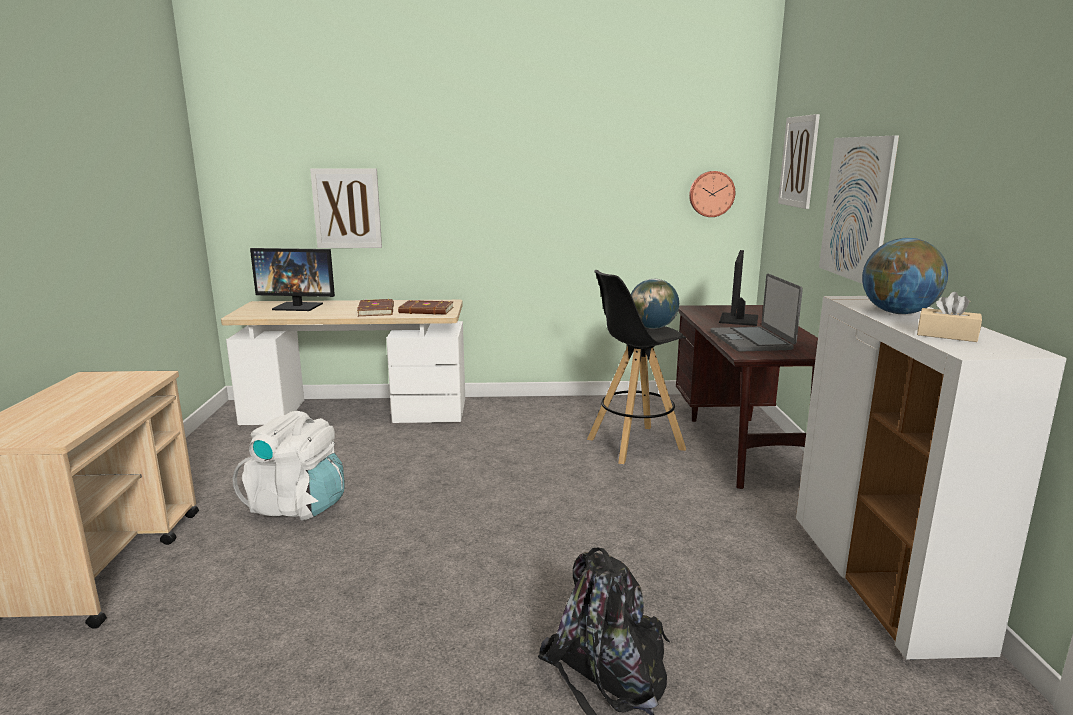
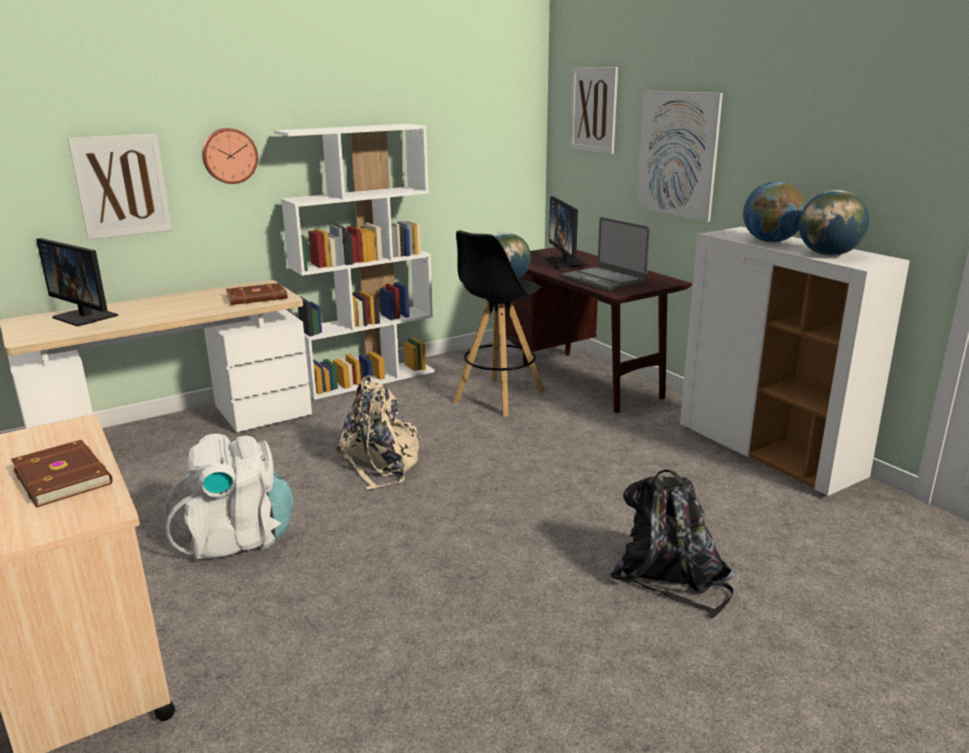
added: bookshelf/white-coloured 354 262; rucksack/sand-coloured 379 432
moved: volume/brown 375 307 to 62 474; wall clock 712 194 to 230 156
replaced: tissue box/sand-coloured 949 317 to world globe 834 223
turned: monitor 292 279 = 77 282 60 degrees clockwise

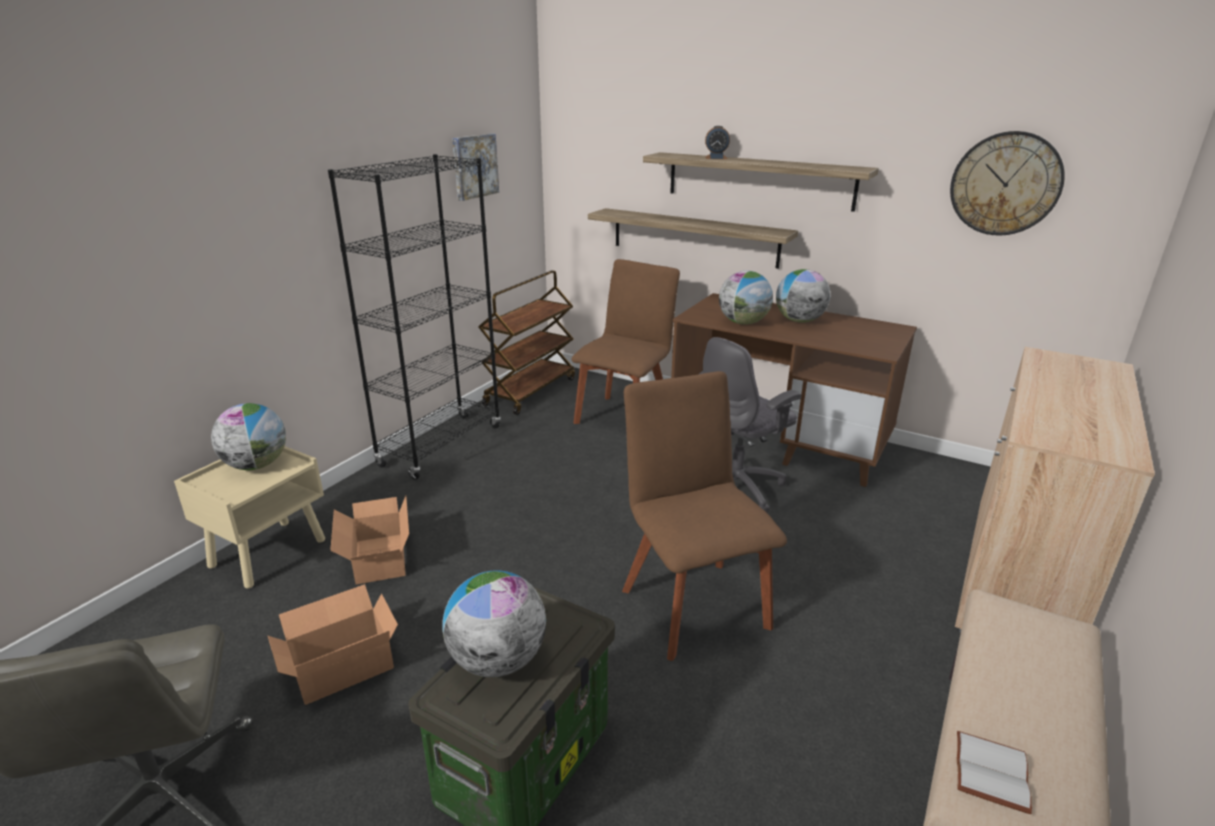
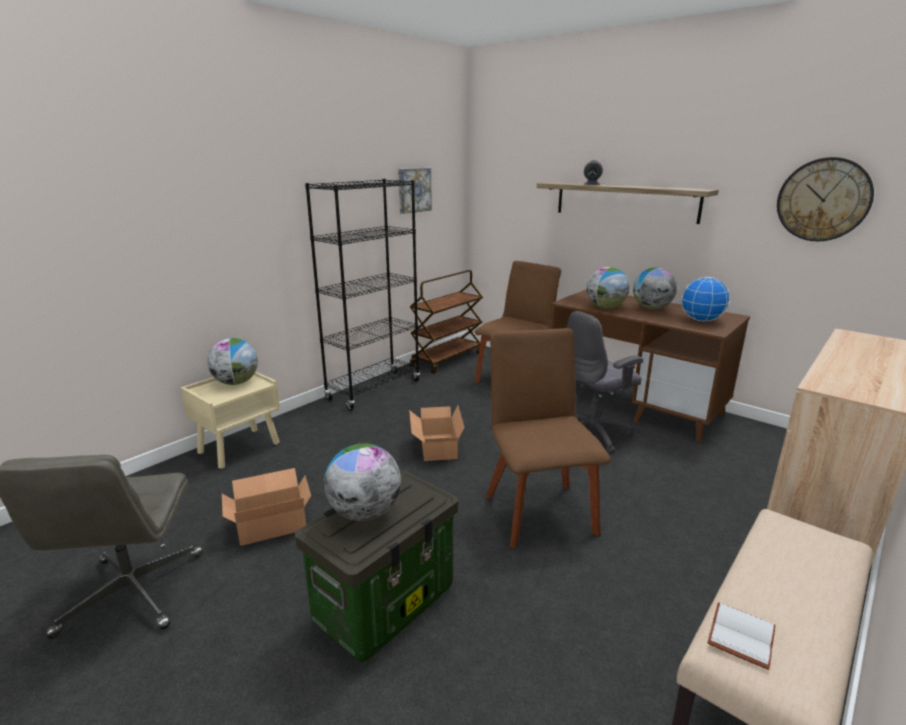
removed: shelf 693 238
added: world globe 705 299
moved: carton 369 540 to 437 433

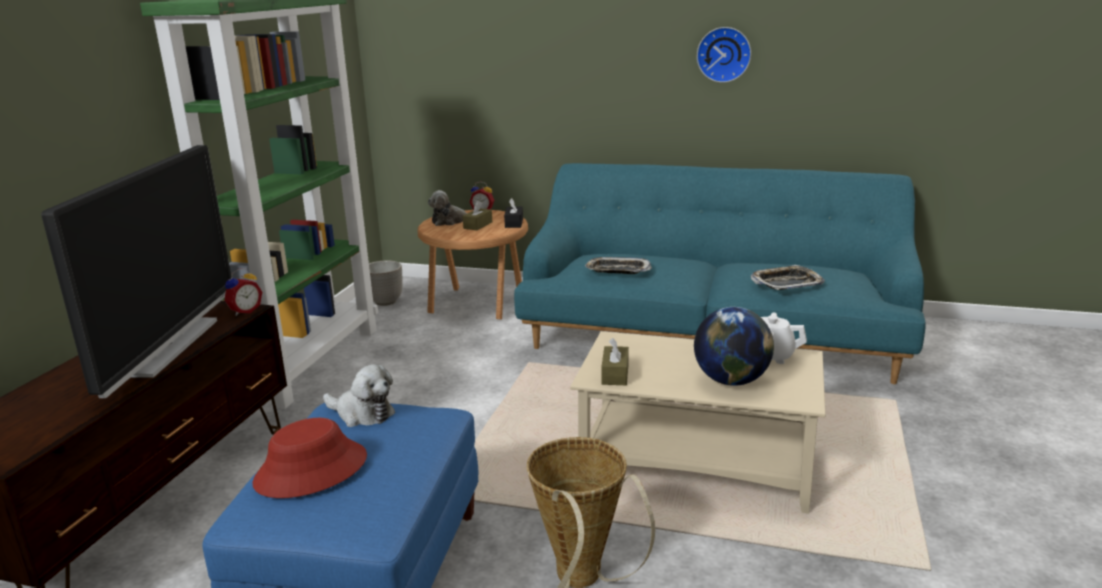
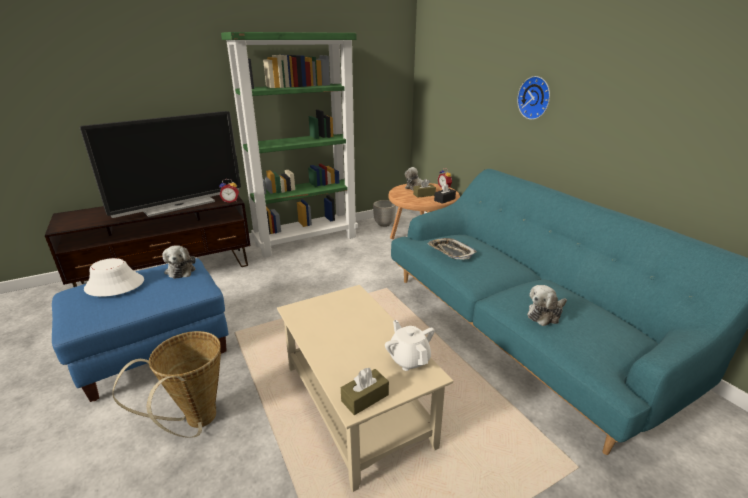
removed: world globe 734 346
moved: tissue box/brown 615 361 to 365 391; wall clock 724 55 to 533 98
replaced: serving tray 788 277 to cuddly toy 547 305
recoloured: clothing hat/reddish 309 458 to clothing hat/white-coloured 114 277

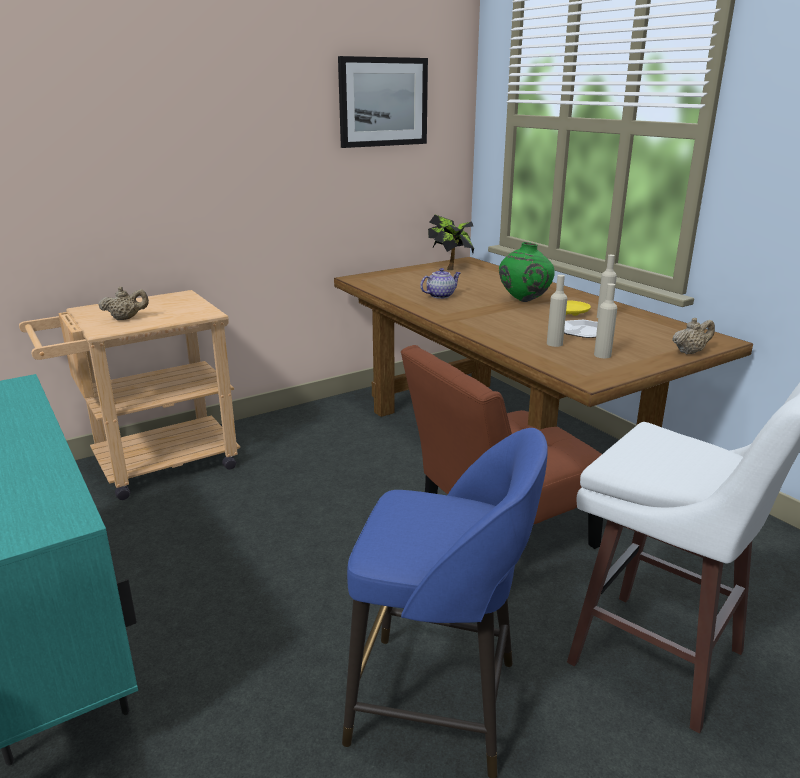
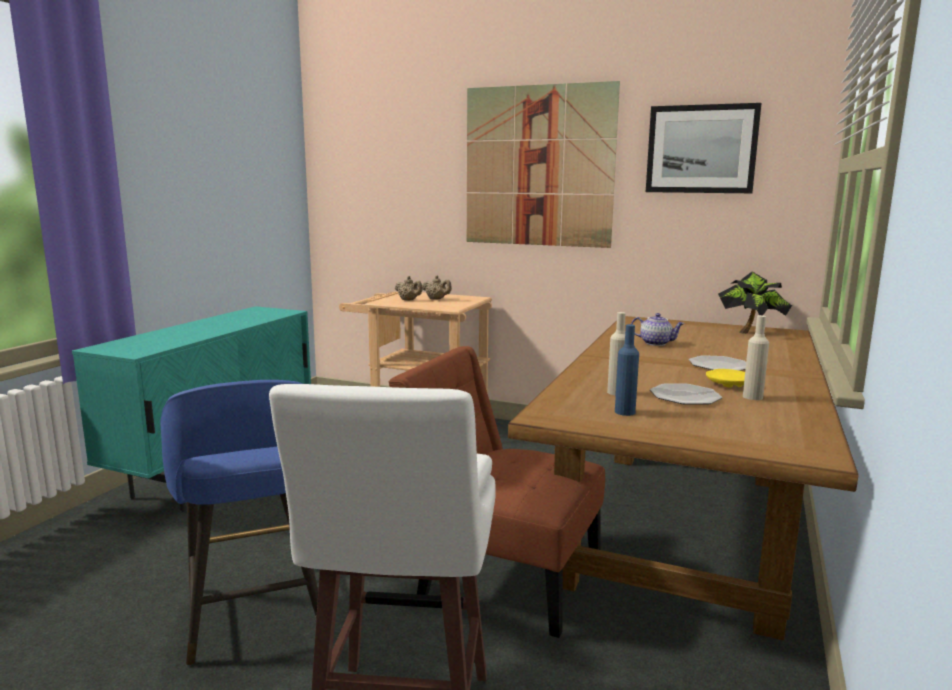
added: picture 543 164
moved: tea pot/sand-coloured 693 336 to 437 287
replaced: decorative vase/greenish 527 272 to dinner plate 717 363
recoloured: bottle/sand-coloured 605 320 to bottle/bluish 627 370

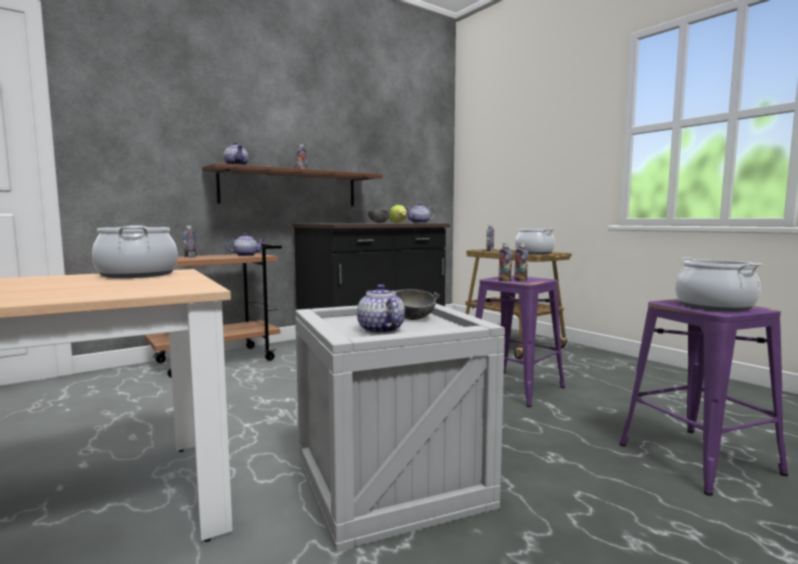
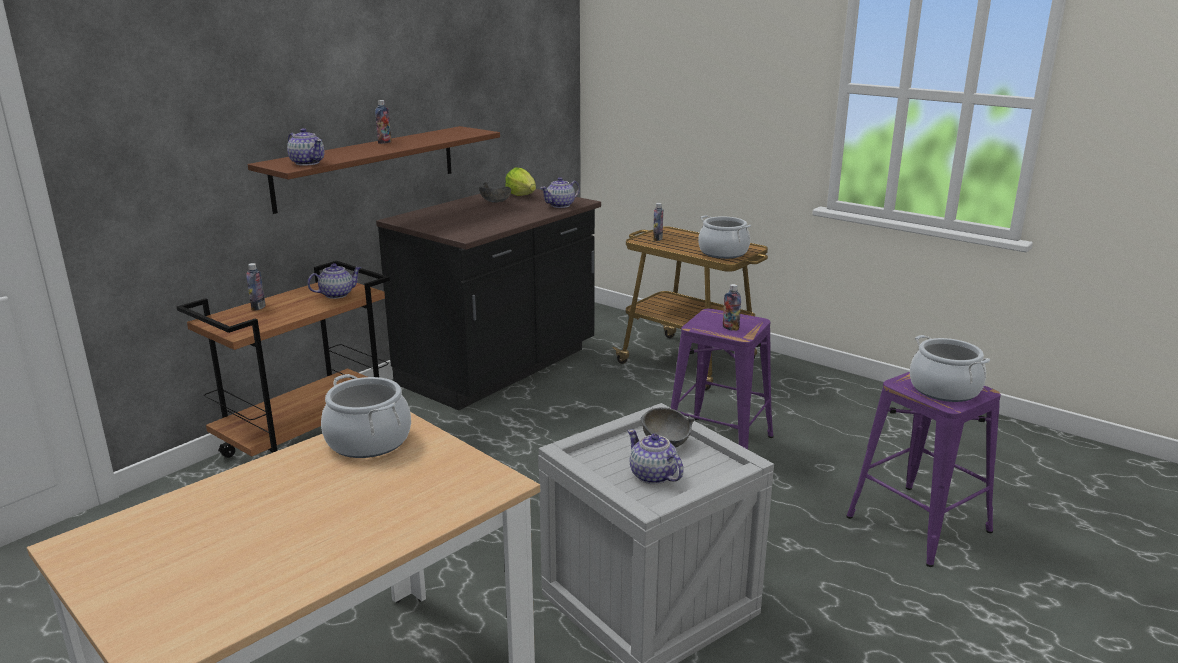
removed: bottle 505 262

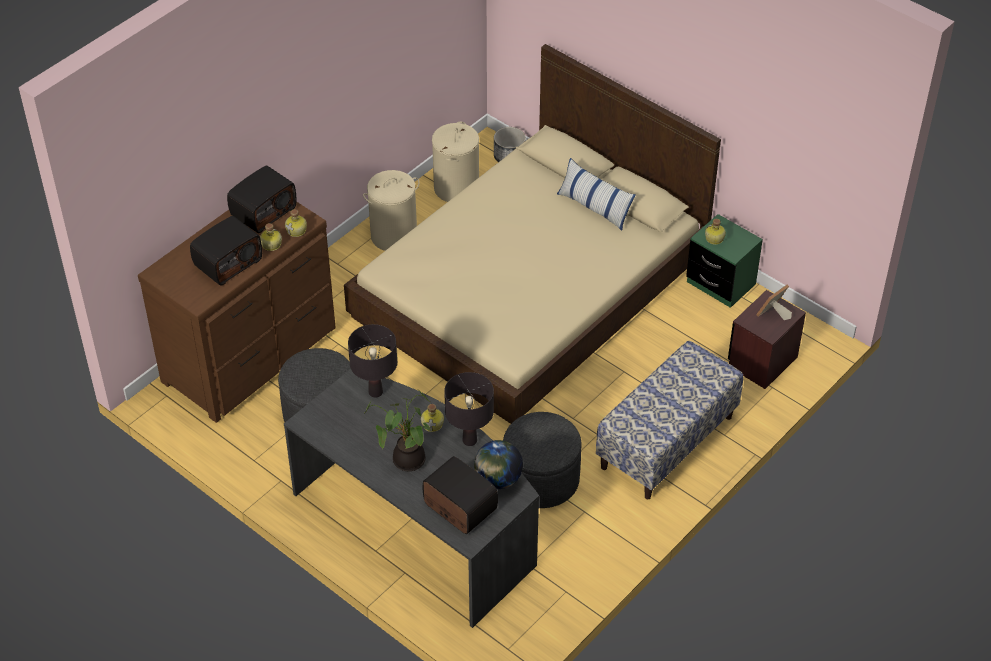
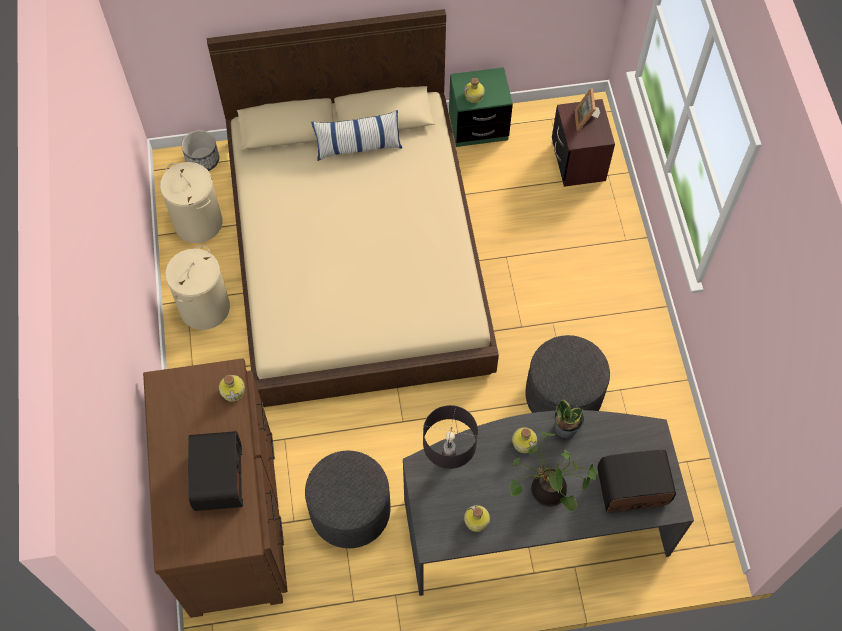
removed: radio set 261 199; world globe 498 464; long seat 669 419
moved: bottle 271 237 to 477 518
replaced: tabletop lamp/black-coloured 469 409 to houseplant 569 419

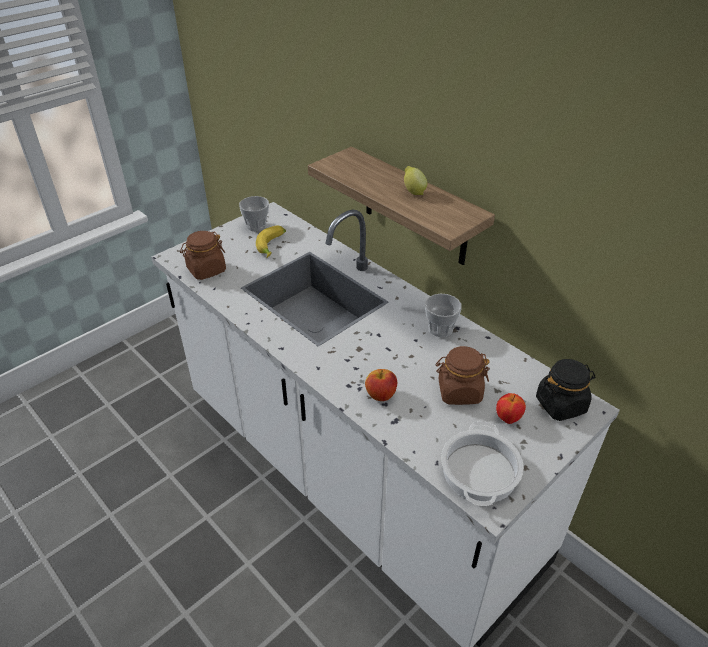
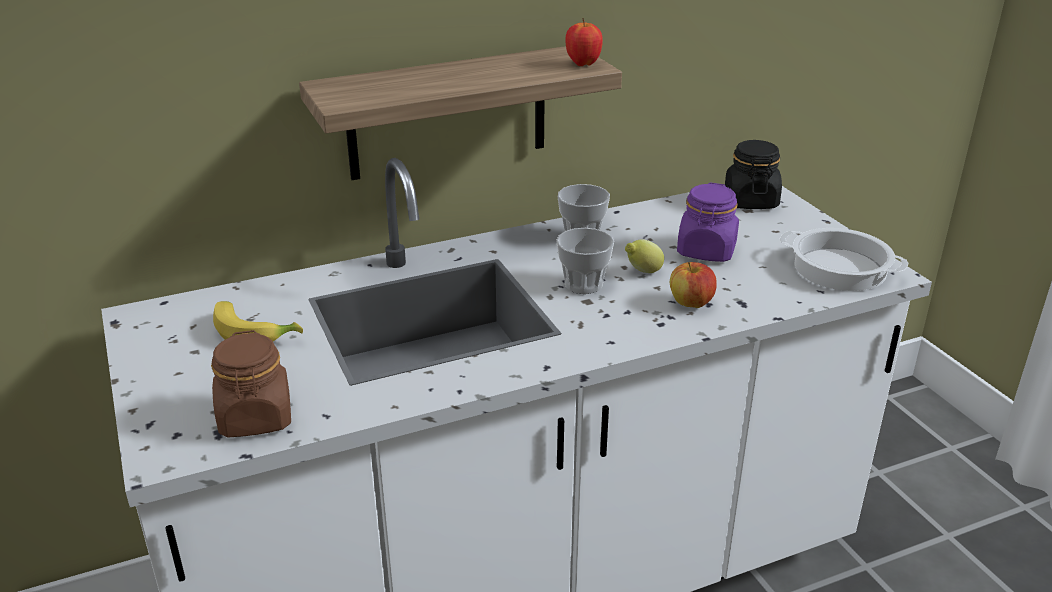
moved: drinking cup 254 213 to 585 261; apple 511 408 to 584 42; citrus fruit 415 180 to 644 256
recoloured: jar/brown 462 375 to jar/purplish 708 222

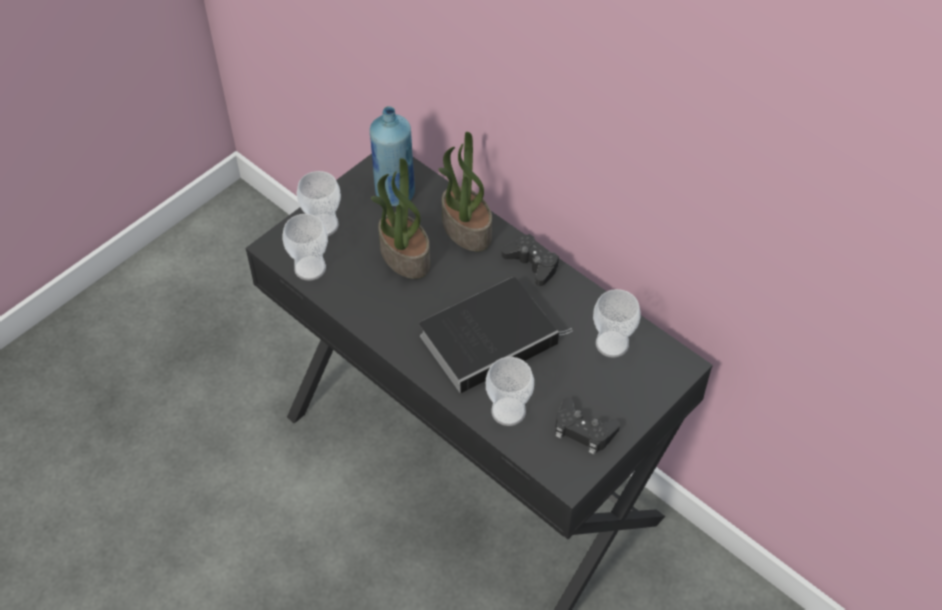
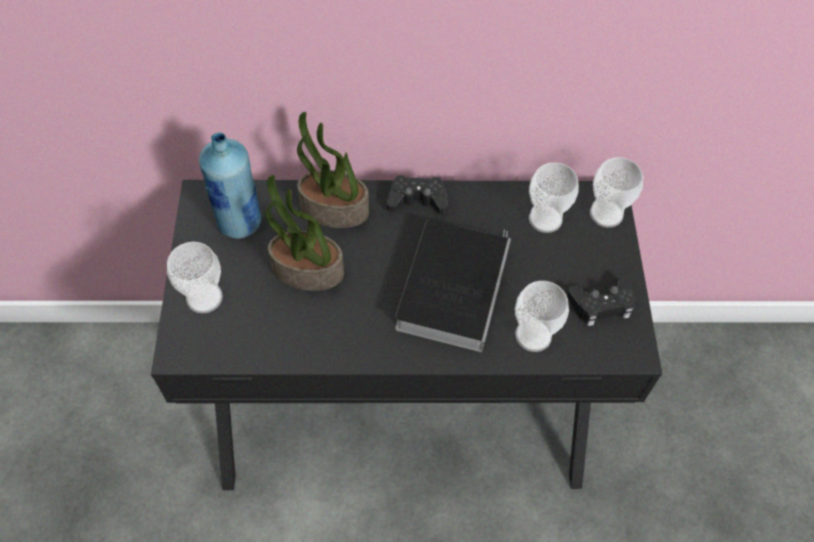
moved: drinking cup 305 247 to 616 192

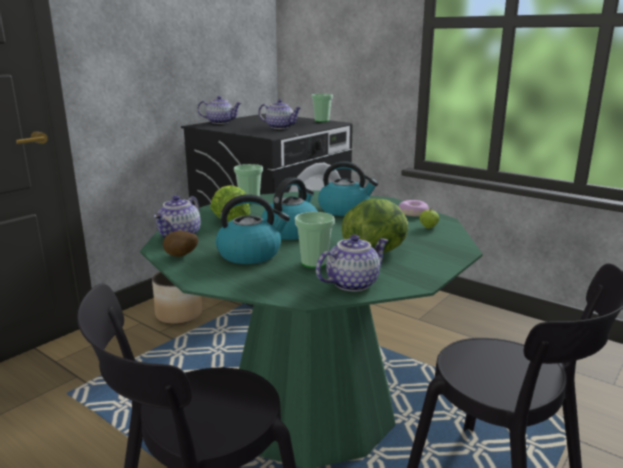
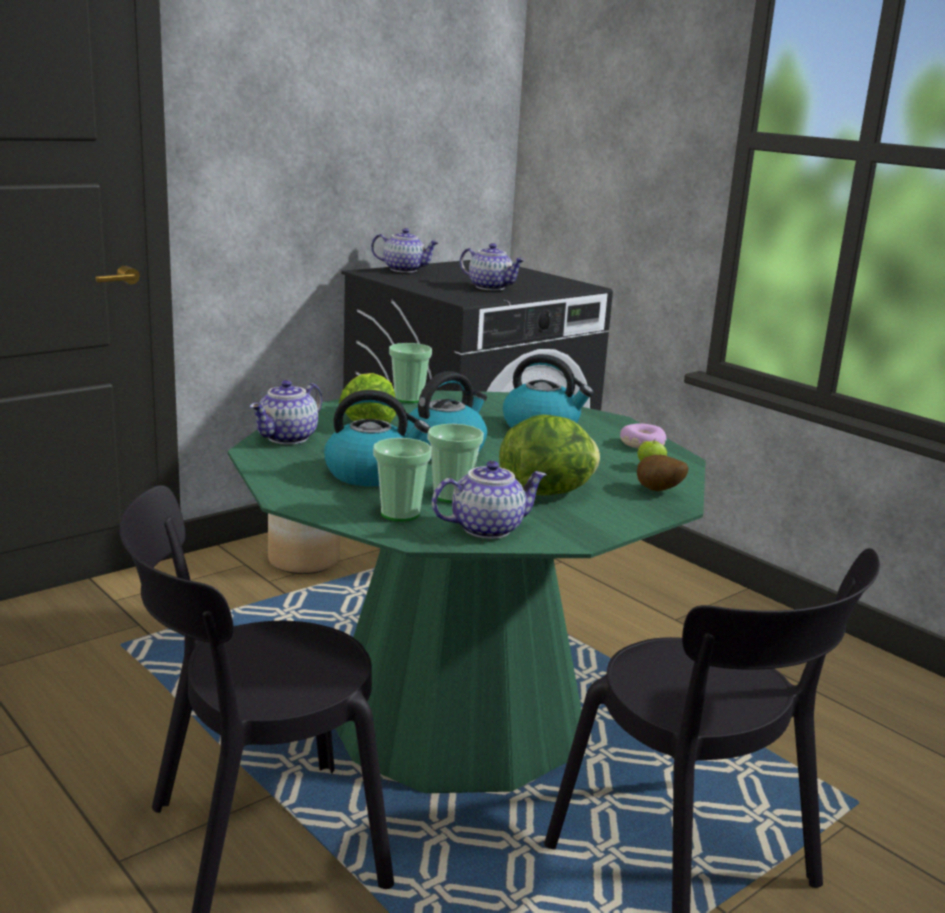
moved: drinking cup 322 108 to 402 479; spud 180 243 to 662 473

